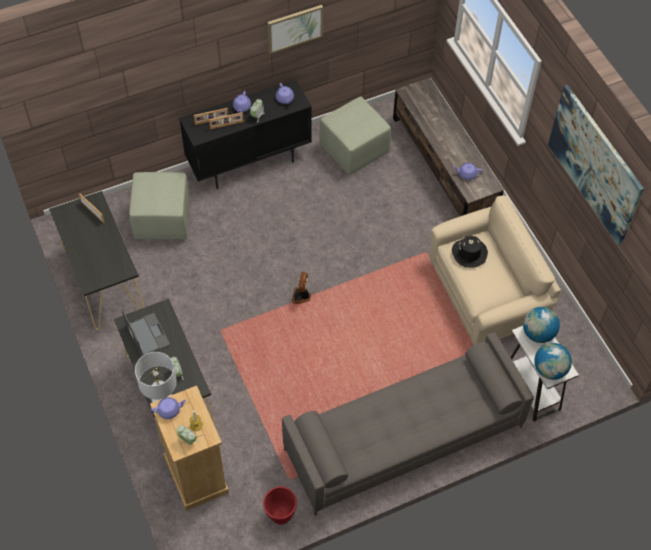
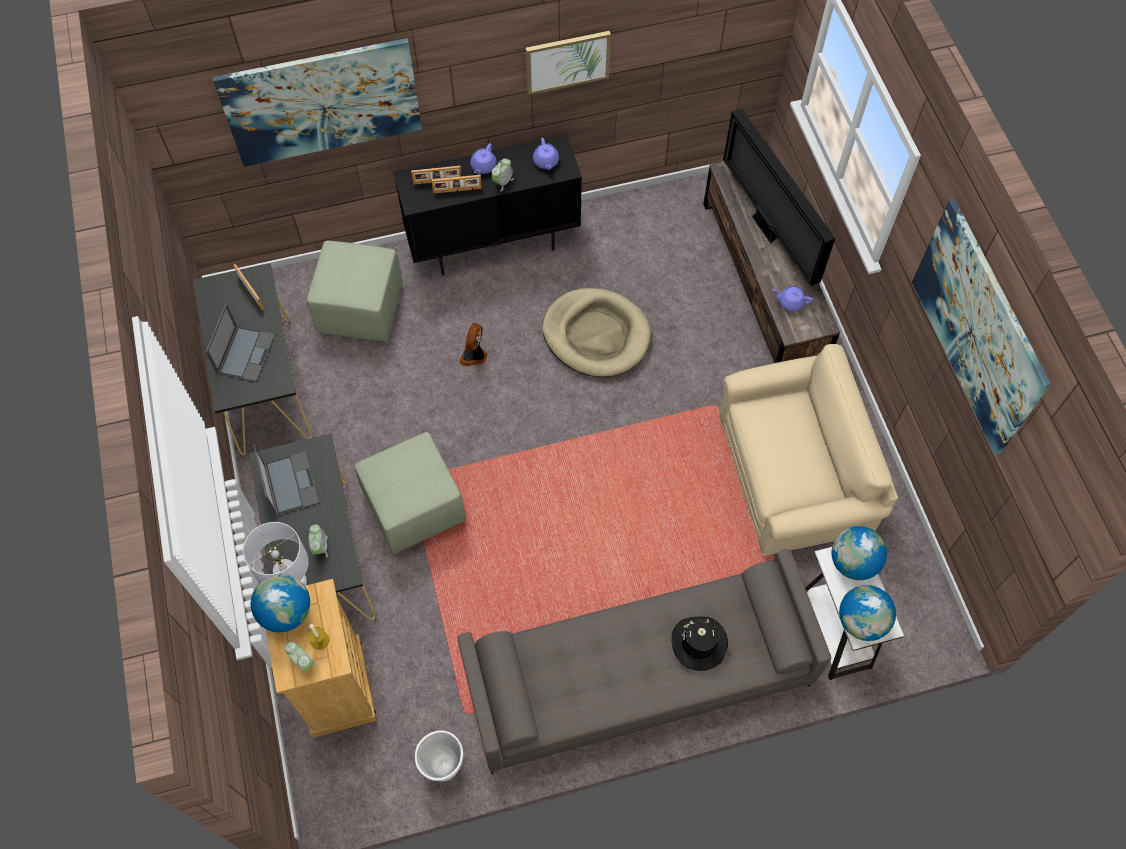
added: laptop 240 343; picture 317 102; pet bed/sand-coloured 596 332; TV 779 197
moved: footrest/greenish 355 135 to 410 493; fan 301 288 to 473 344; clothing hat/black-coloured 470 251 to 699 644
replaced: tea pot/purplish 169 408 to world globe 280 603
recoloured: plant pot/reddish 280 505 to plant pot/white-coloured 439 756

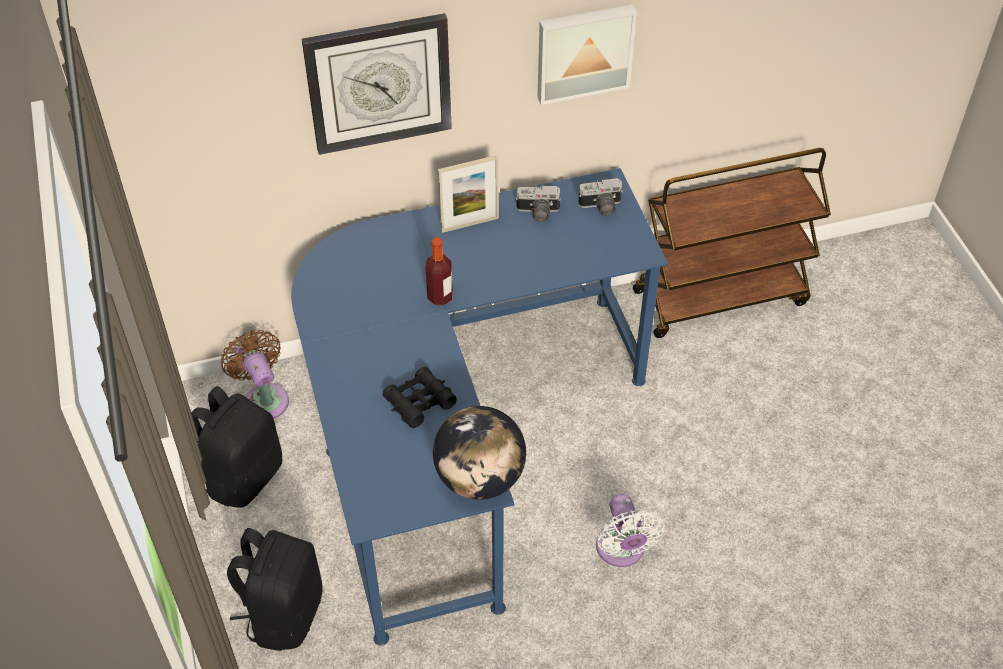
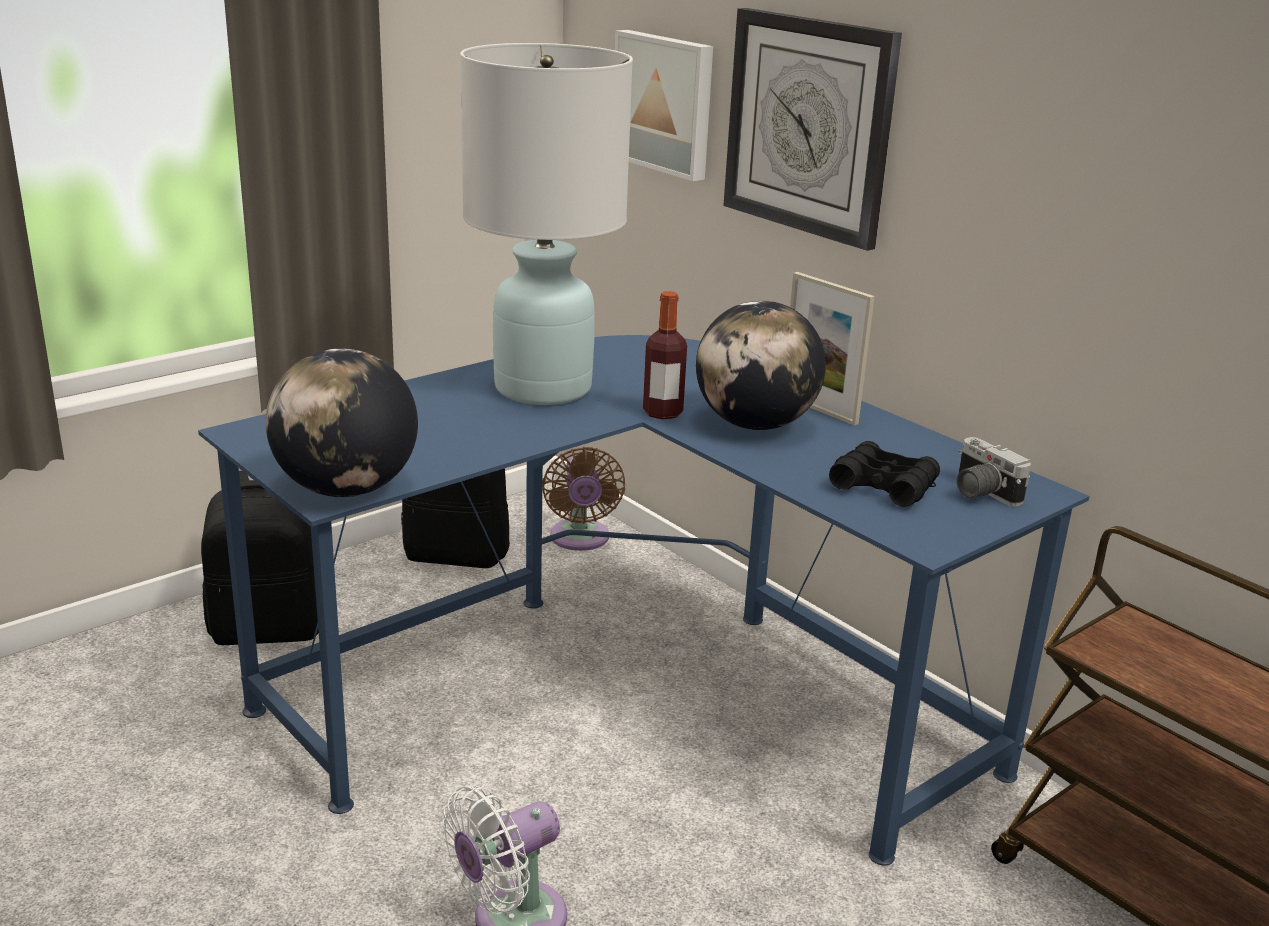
removed: photo camera 538 204
added: tabletop lamp/white-coloured 546 224; world globe 761 365
moved: picture 587 54 to 664 105; binoculars/black-coloured 420 397 to 884 474
turned: fan/brown 255 374 = 583 499 135 degrees clockwise

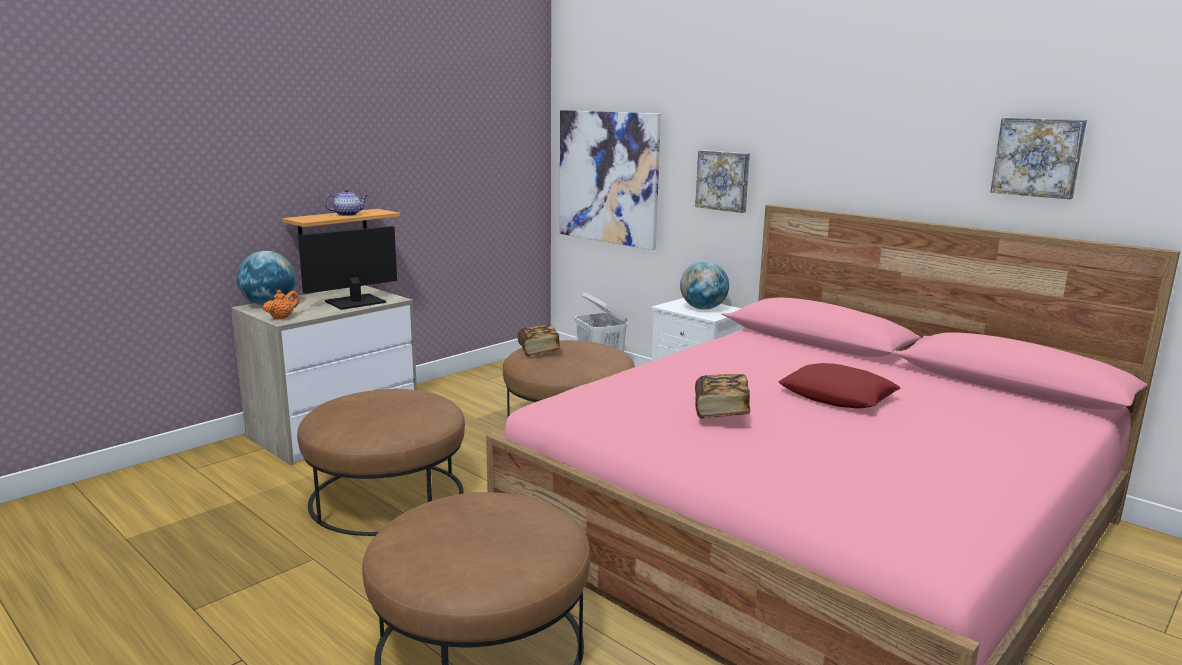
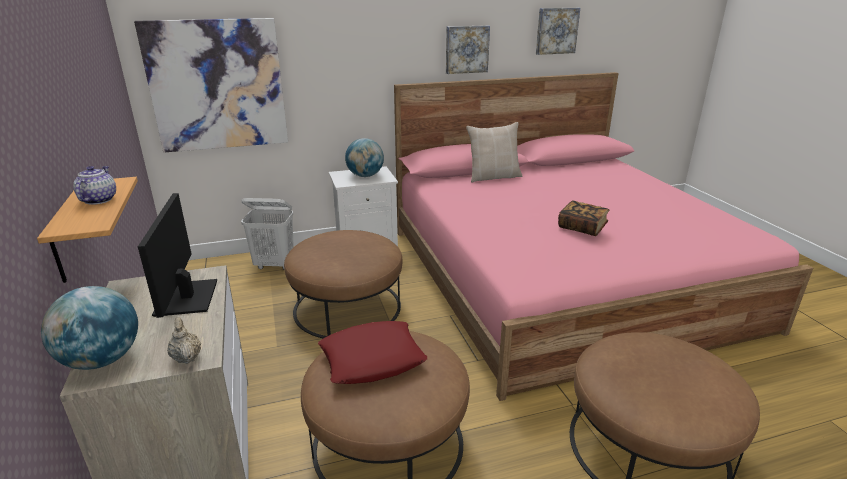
removed: volume 539 340
added: cushion/sand-coloured 494 152
moved: cushion/reddish 839 385 to 372 352; picture 722 181 to 468 49
recoloured: tea pot/orange 281 305 to tea pot/sand-coloured 184 340

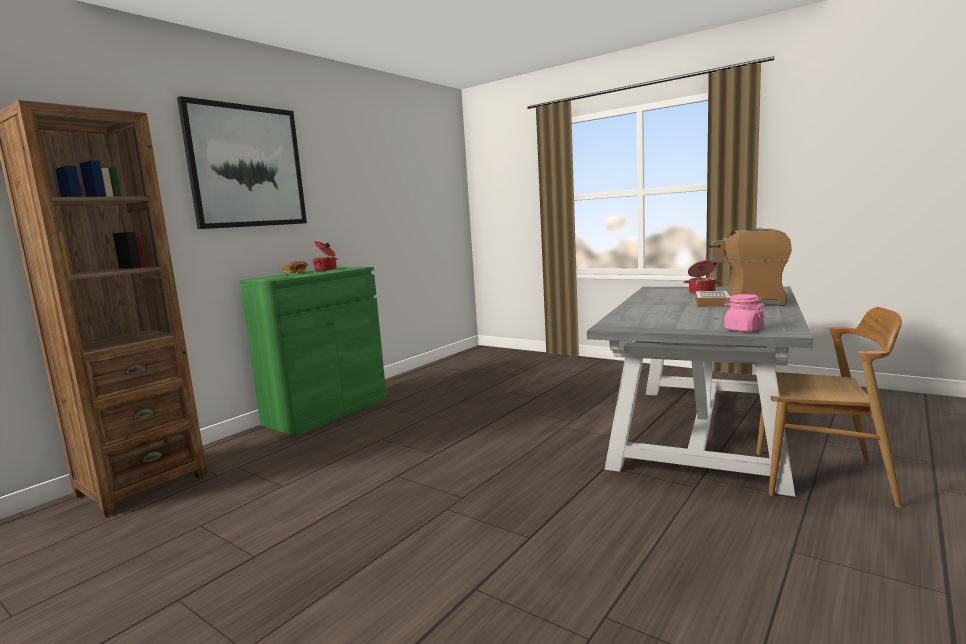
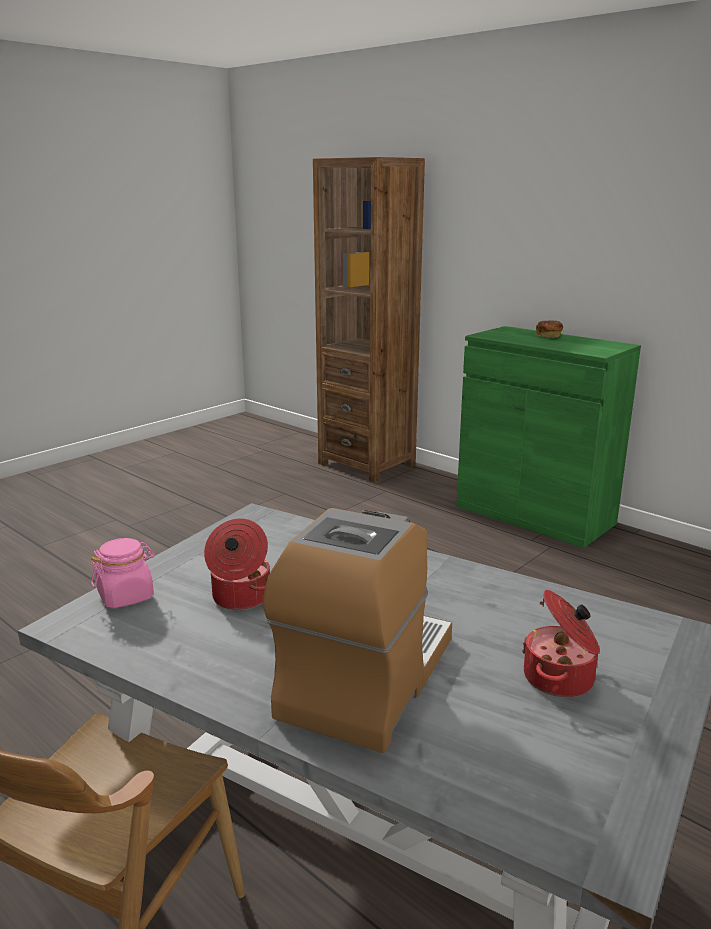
removed: picture 242 162
moved: saucepot 324 256 to 237 564

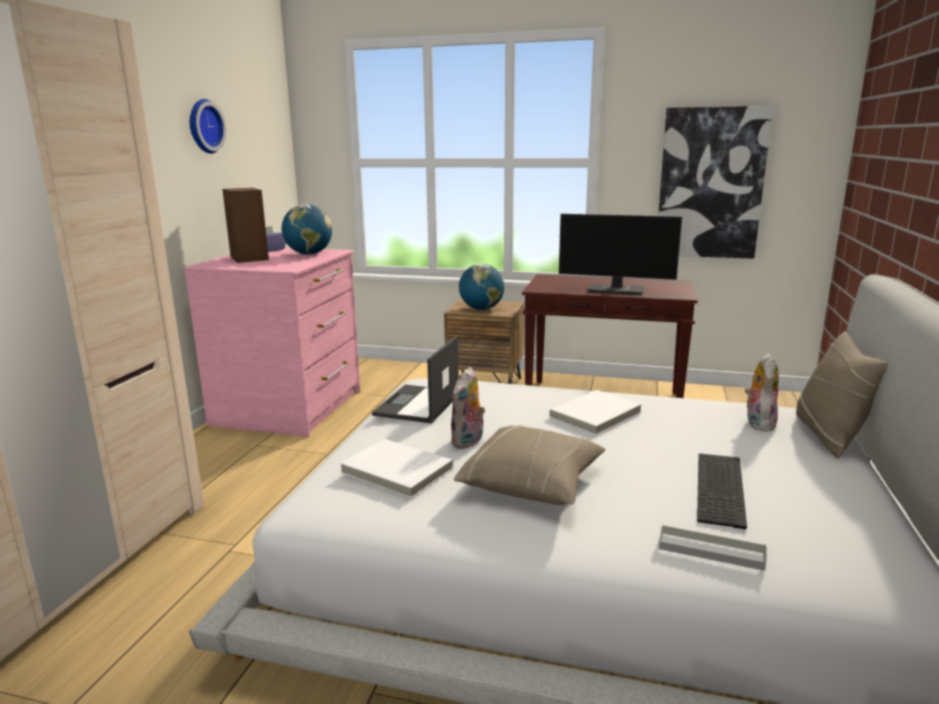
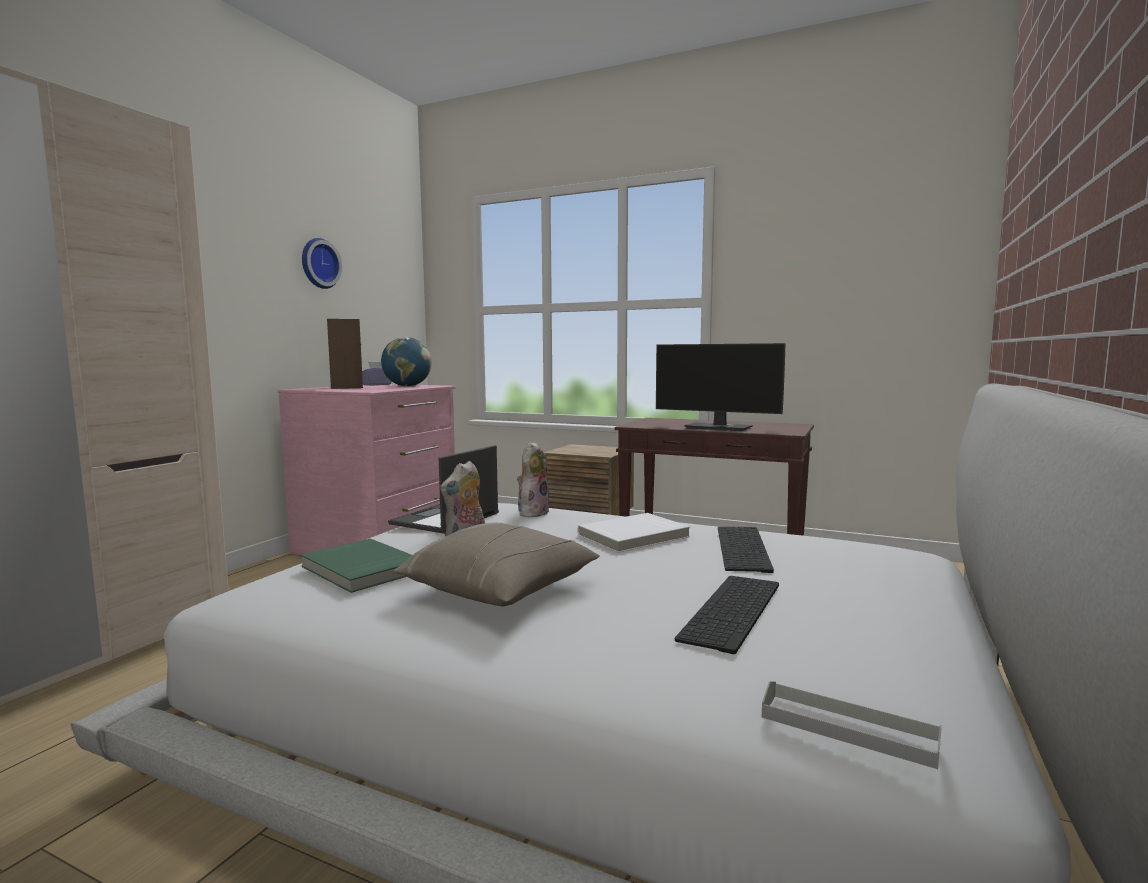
removed: world globe 481 287; picture 715 182; cushion/sand-coloured 842 395
added: computer keyboard 746 550
moved: cuddly toy 762 392 to 533 479; serving tray/grey 713 547 to 852 725
recoloured: volume/white-coloured 397 468 to volume/greenish 356 565

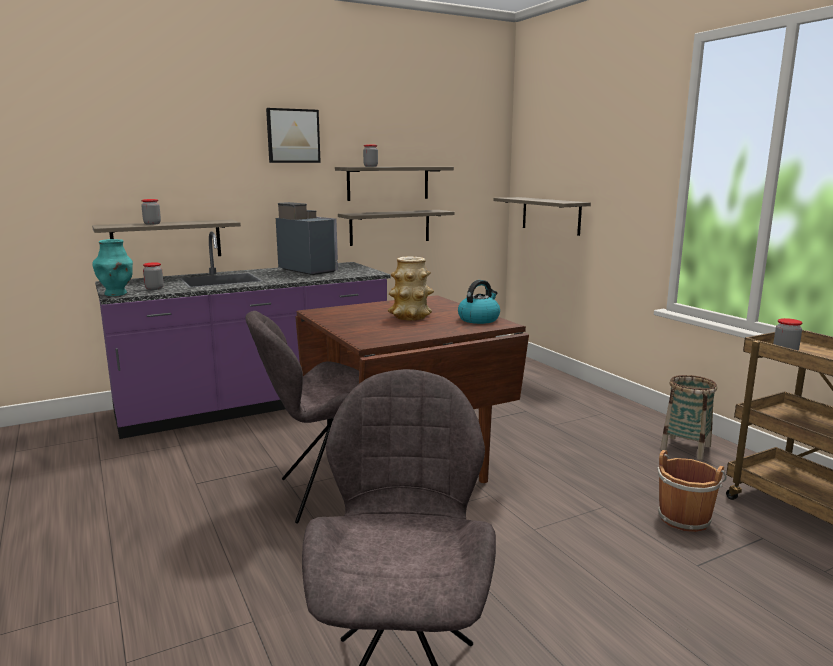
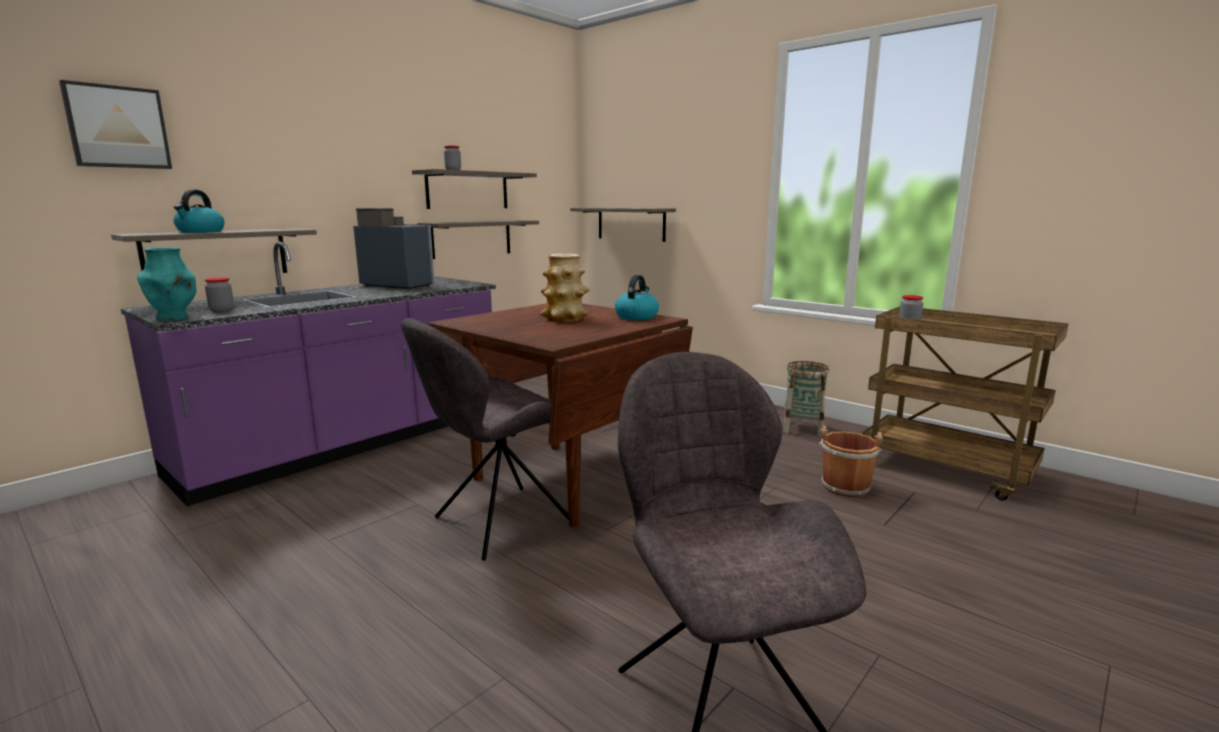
moved: picture 293 135 to 115 124
replaced: jar 151 212 to kettle 199 211

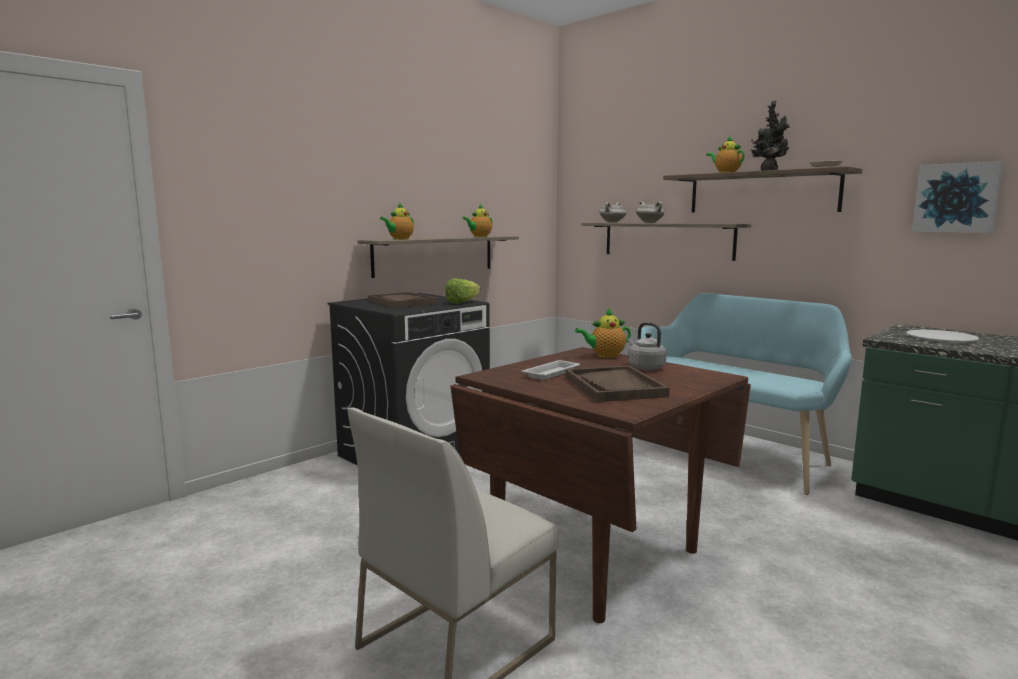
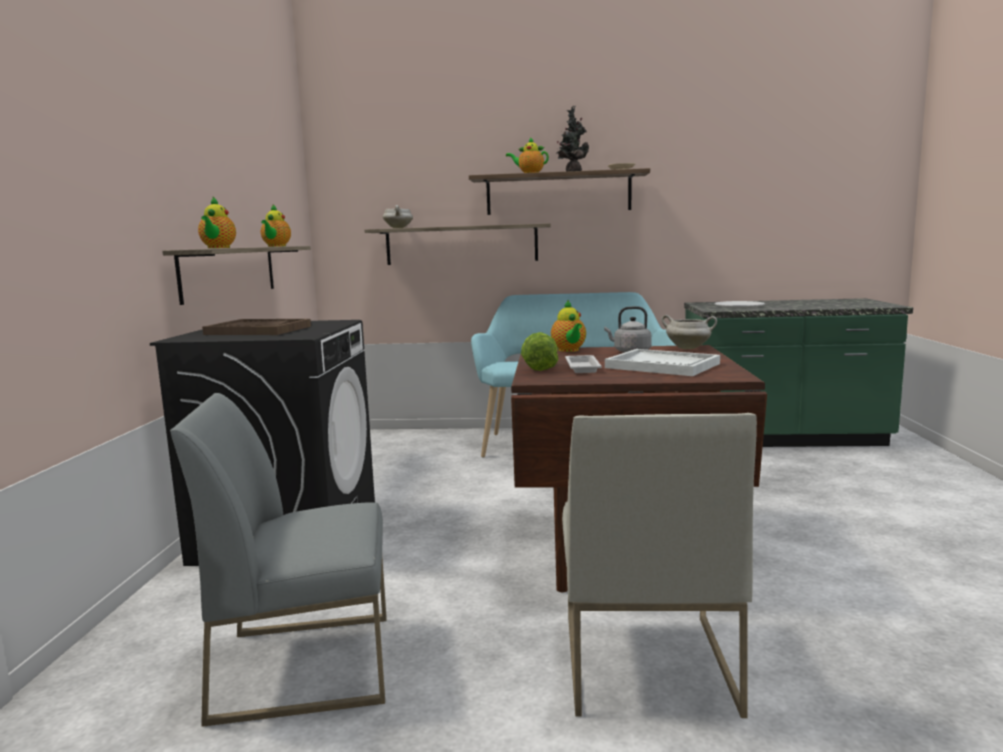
removed: picture 958 197
added: upright chair/grey 278 560
moved: head of lettuce 463 291 to 540 351; saucepot/white-coloured 650 212 to 689 332
recoloured: serving tray/brown 617 384 to serving tray/white-coloured 662 362
turned: tea pot 603 333 = 568 326 45 degrees counterclockwise

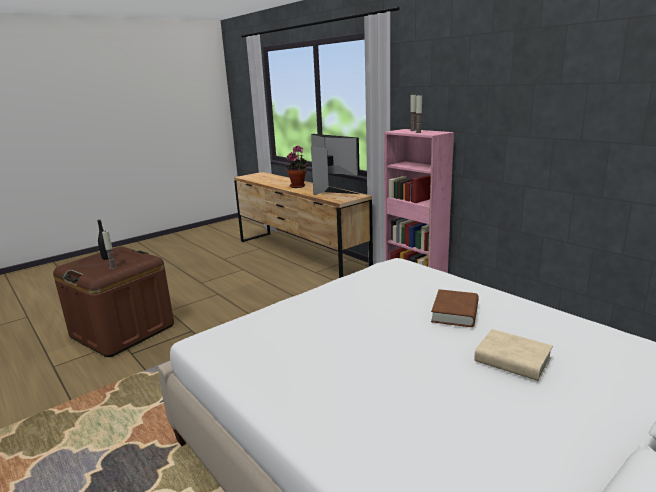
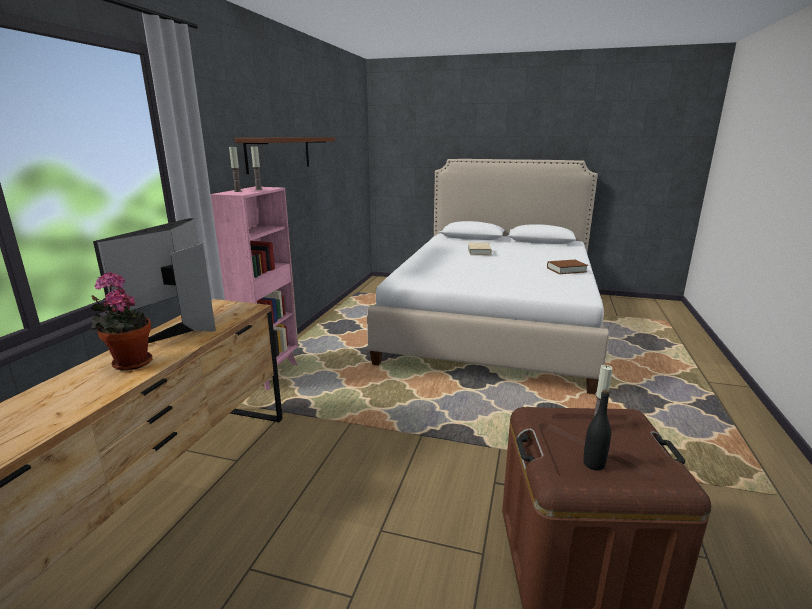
added: shelf/brown 285 155
moved: volume/brown 455 308 to 567 267

